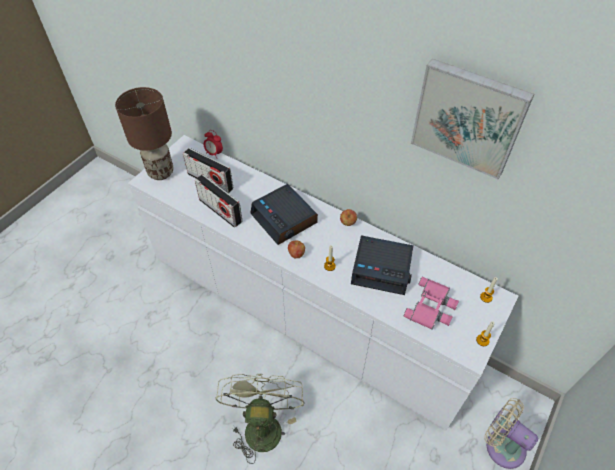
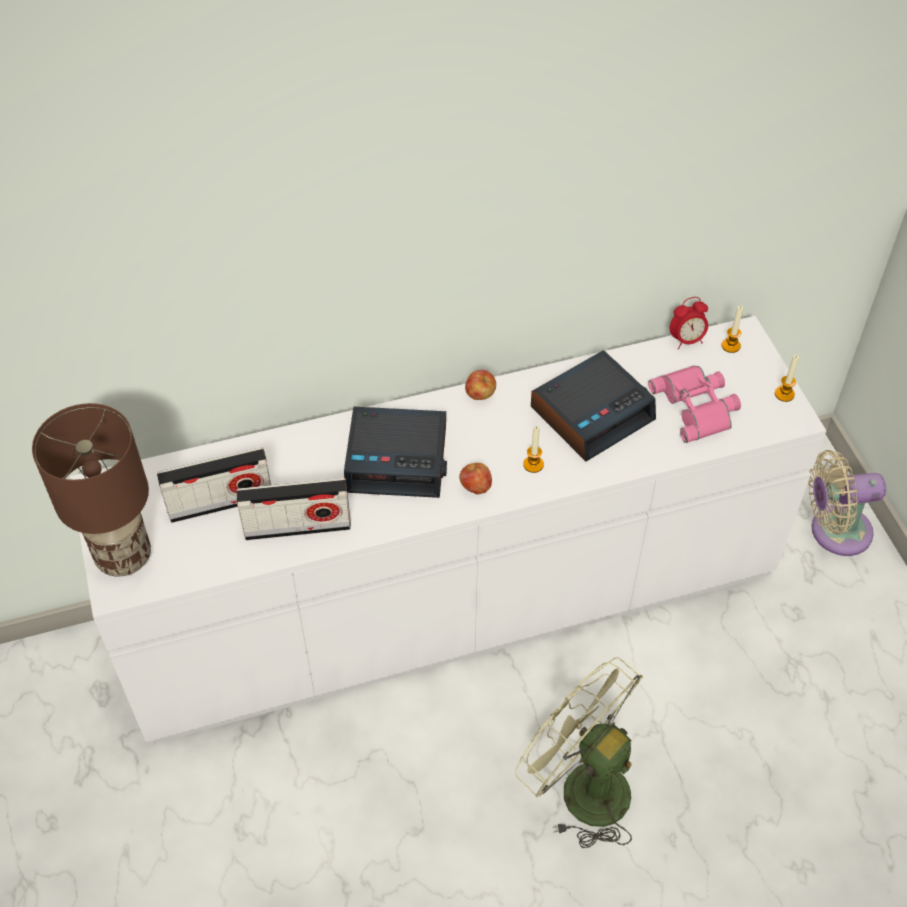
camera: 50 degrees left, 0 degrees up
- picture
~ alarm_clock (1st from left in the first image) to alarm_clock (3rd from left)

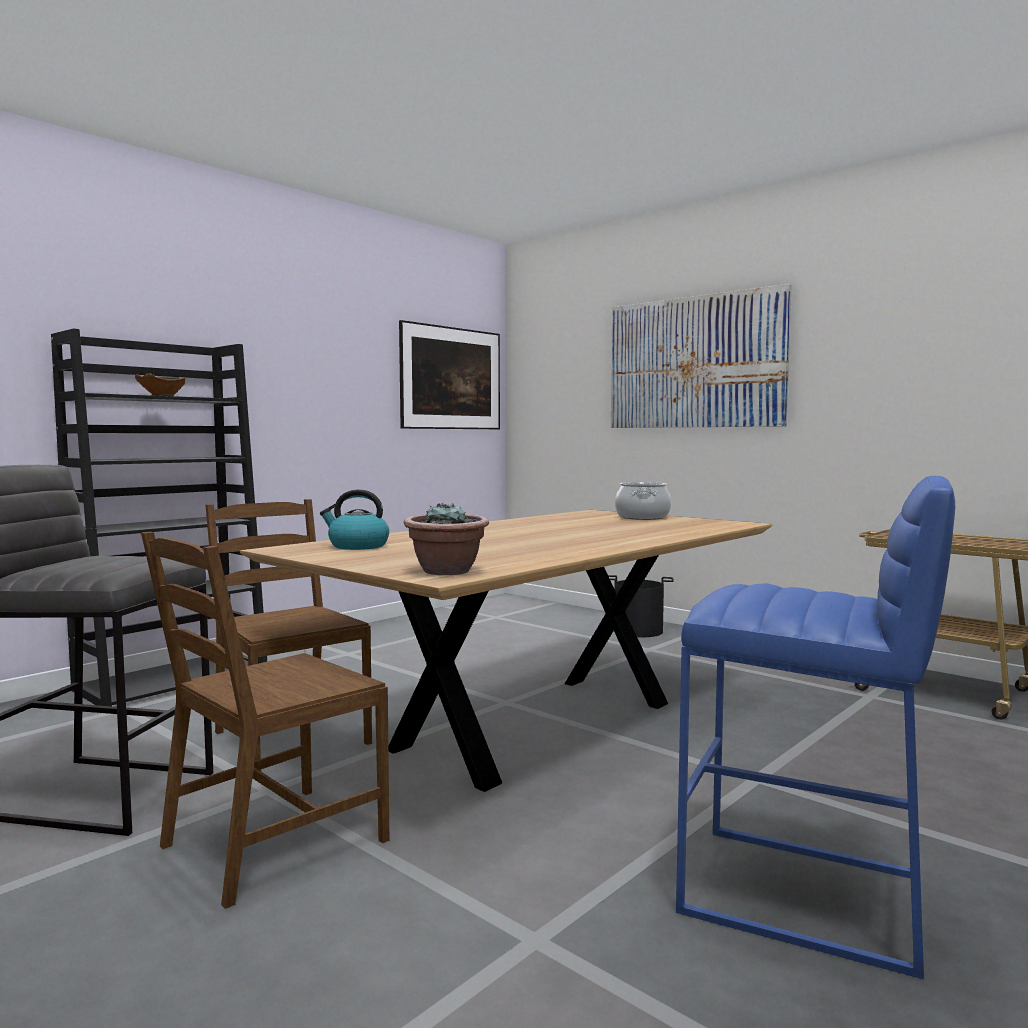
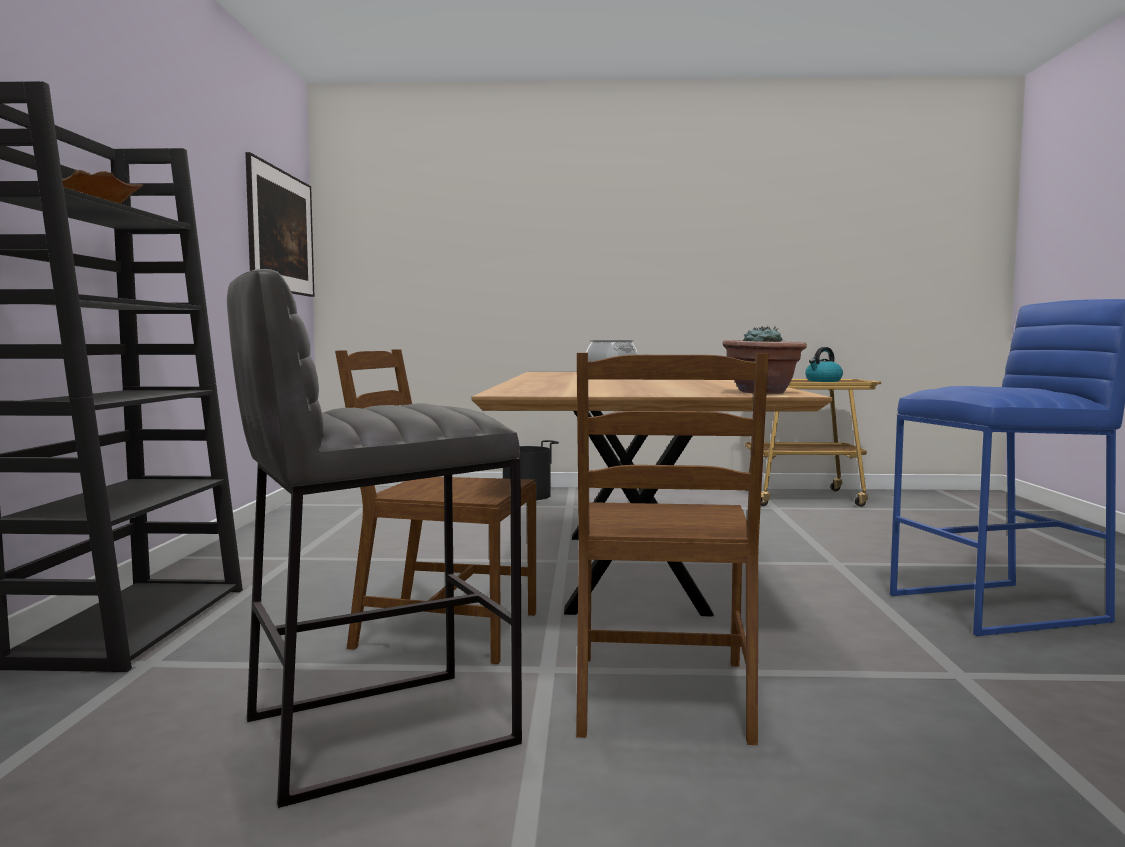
camera: 40 degrees left, 0 degrees up
- picture (2nd from left)
~ kettle

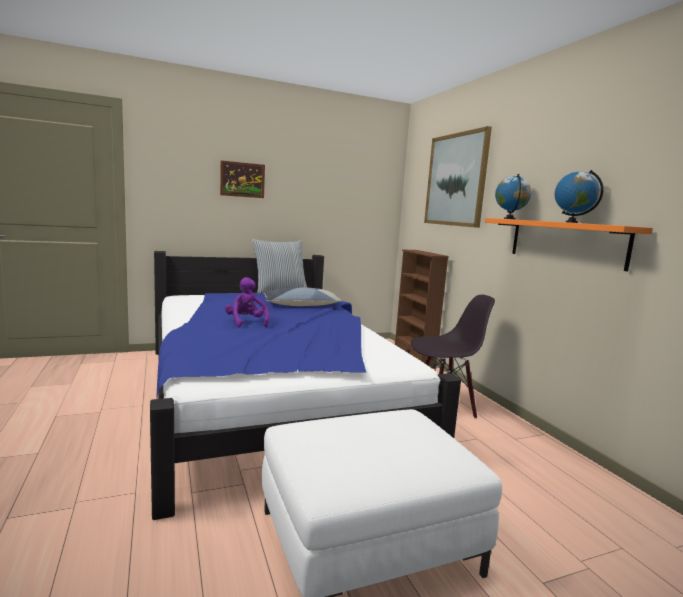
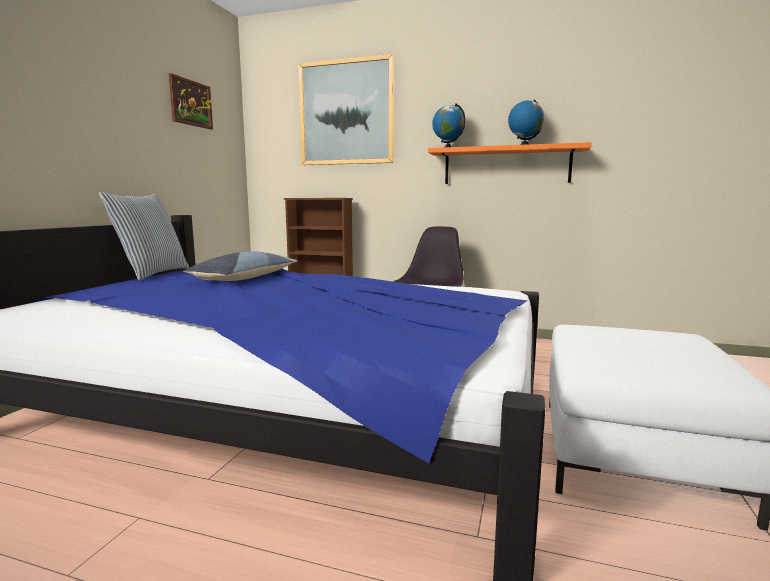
camera: 50 degrees left, 0 degrees up
~ picture (1st from left)
- purple_plush_toy

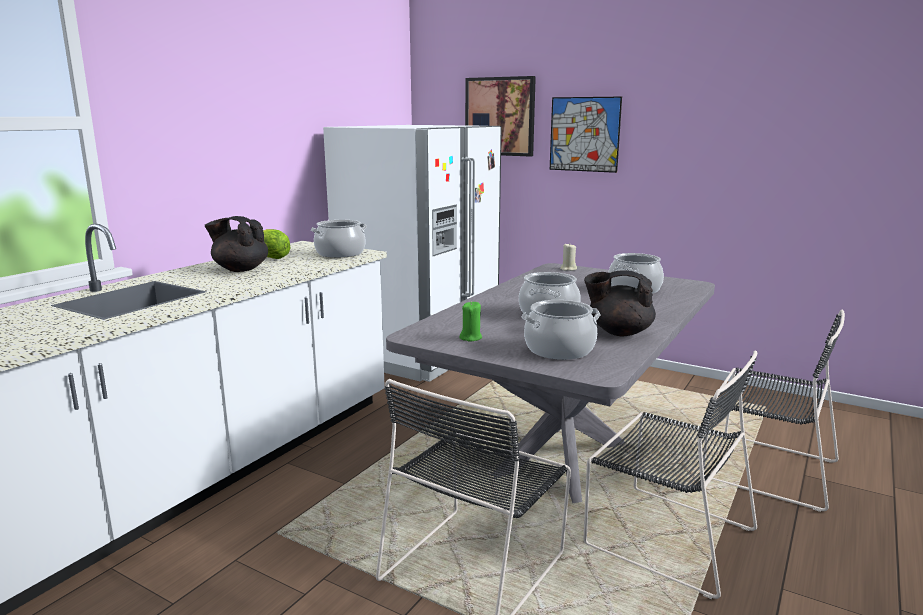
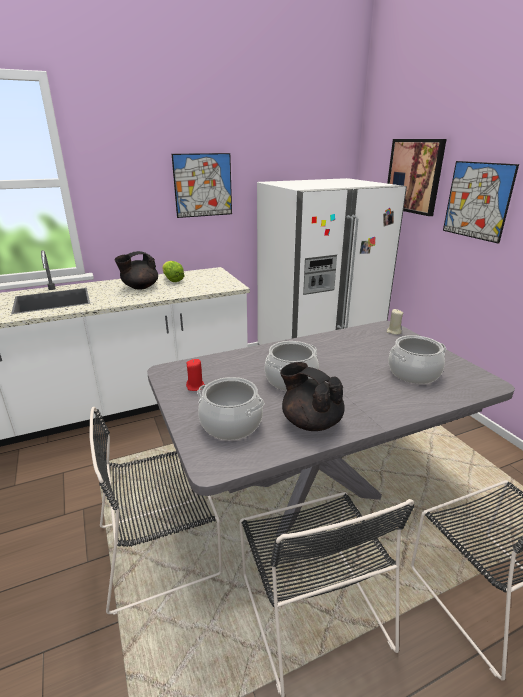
camera: 35 degrees right, 10 degrees up
~ black_teapot (1st from left) 90 degrees counterclockwise
- cooking_pot (1st from left)
~ green_candle to red_candle
+ picture (1st from left)

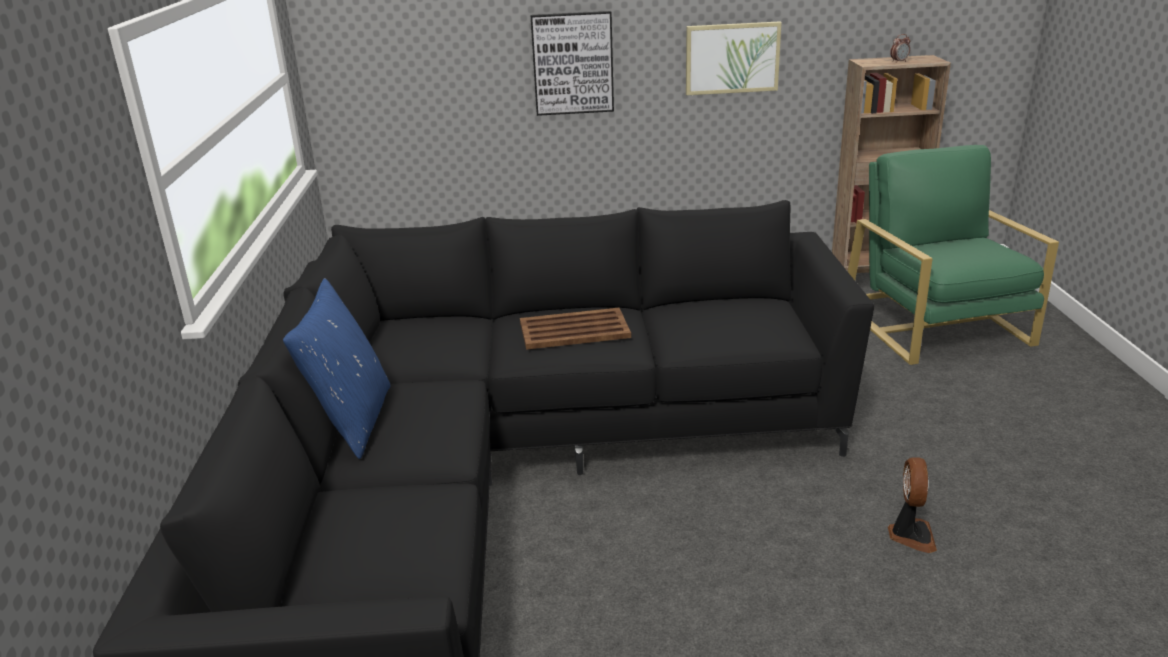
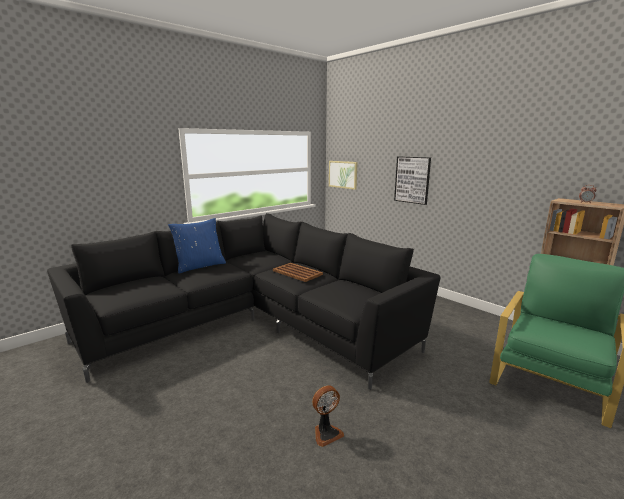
camera: 50 degrees right, 10 degrees down
~ picture (2nd from left in the first image) to picture (1st from left)

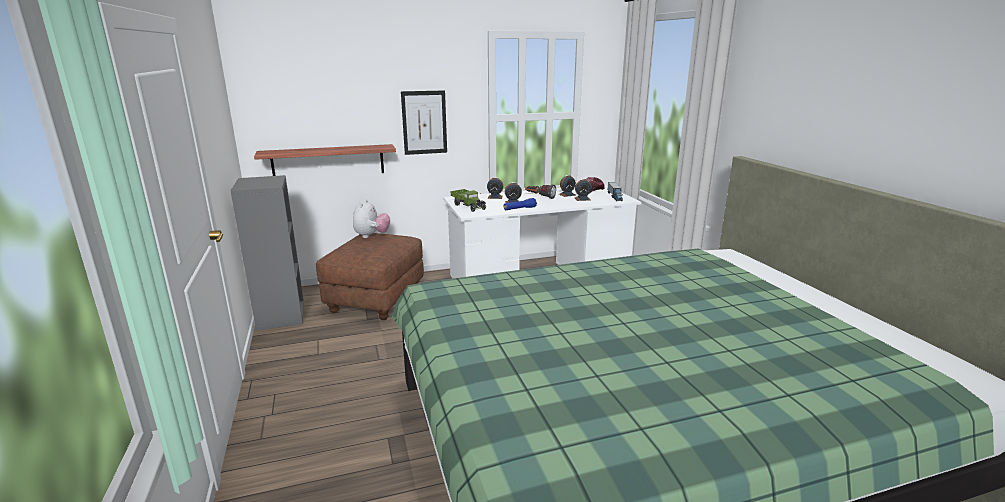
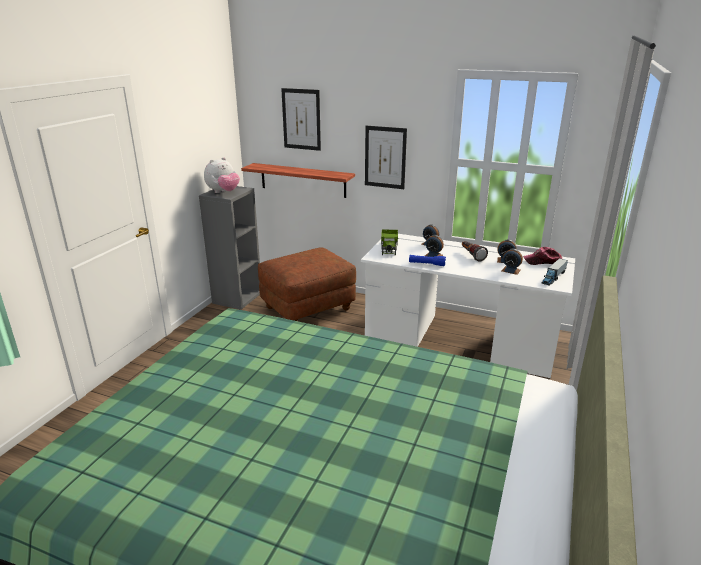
camera: 40 degrees right, 5 degrees up
~ plush_toy
+ picture (1st from left)

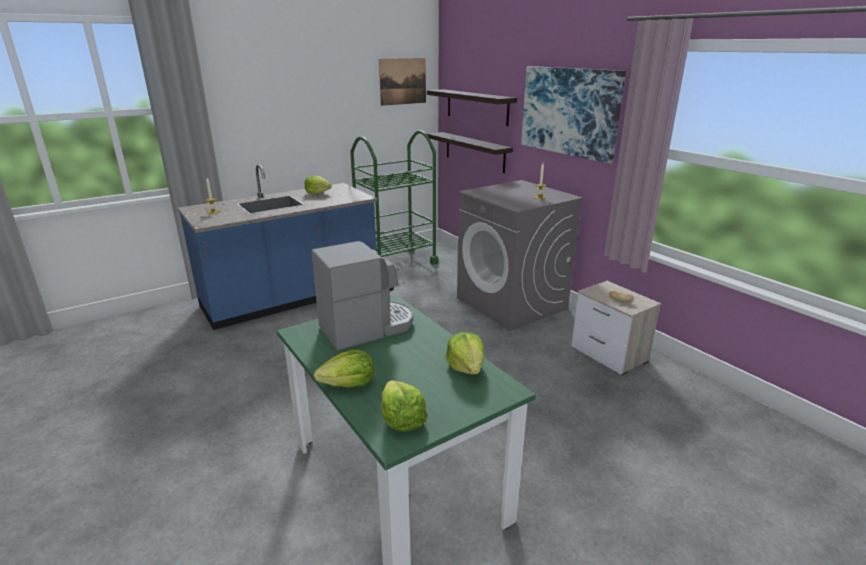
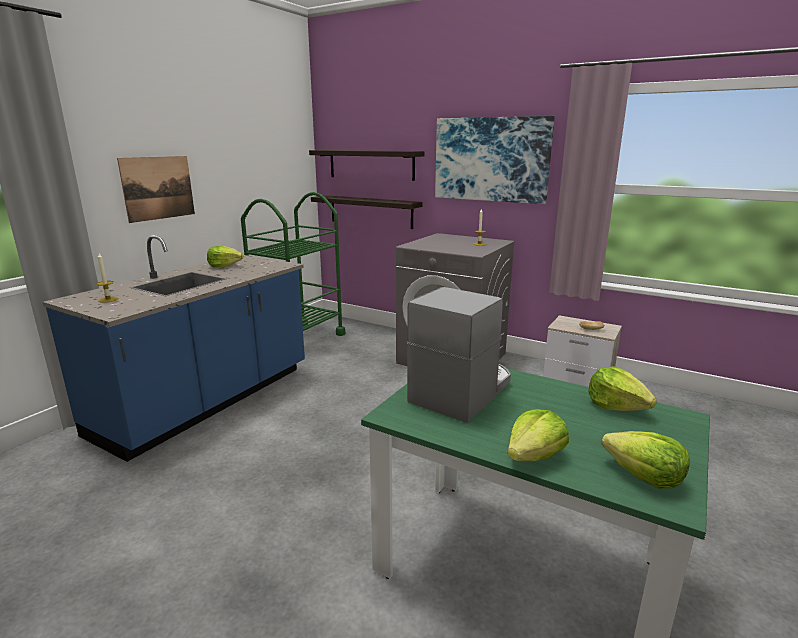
camera: 25 degrees left, 5 degrees down
~ picture (1st from left)

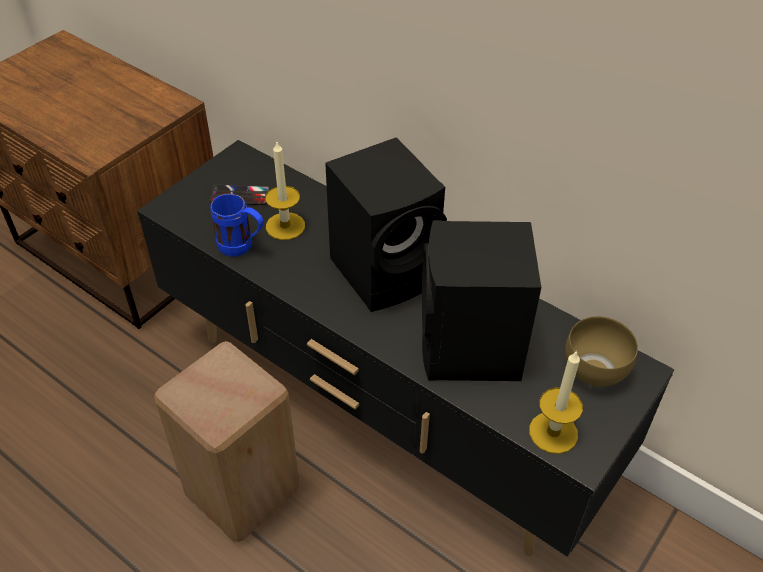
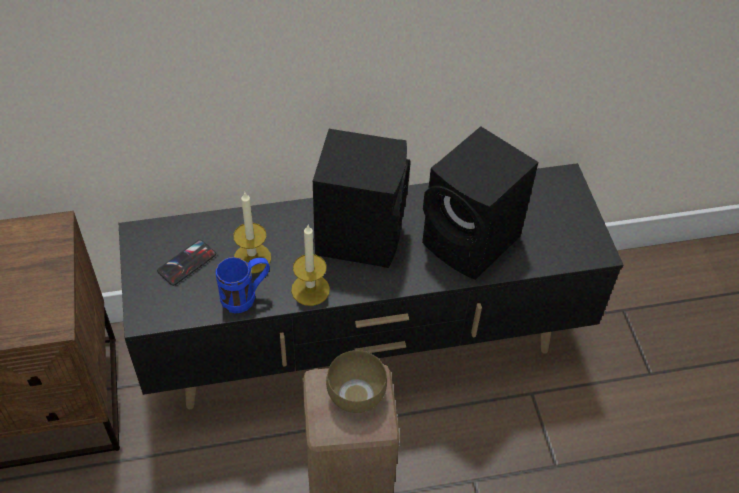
camera: 50 degrees left, 5 degrees up
~ brown_bowl
~ candle (2nd from left)

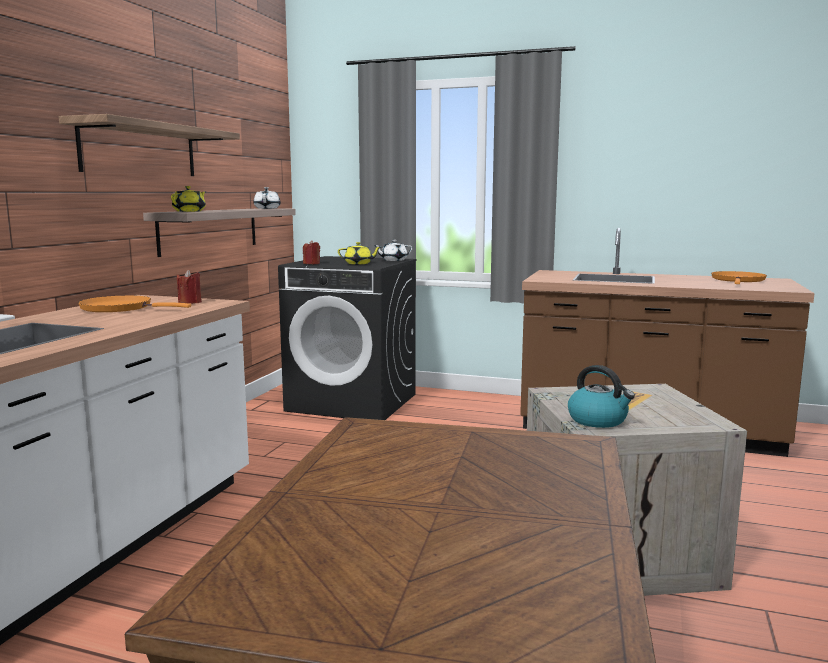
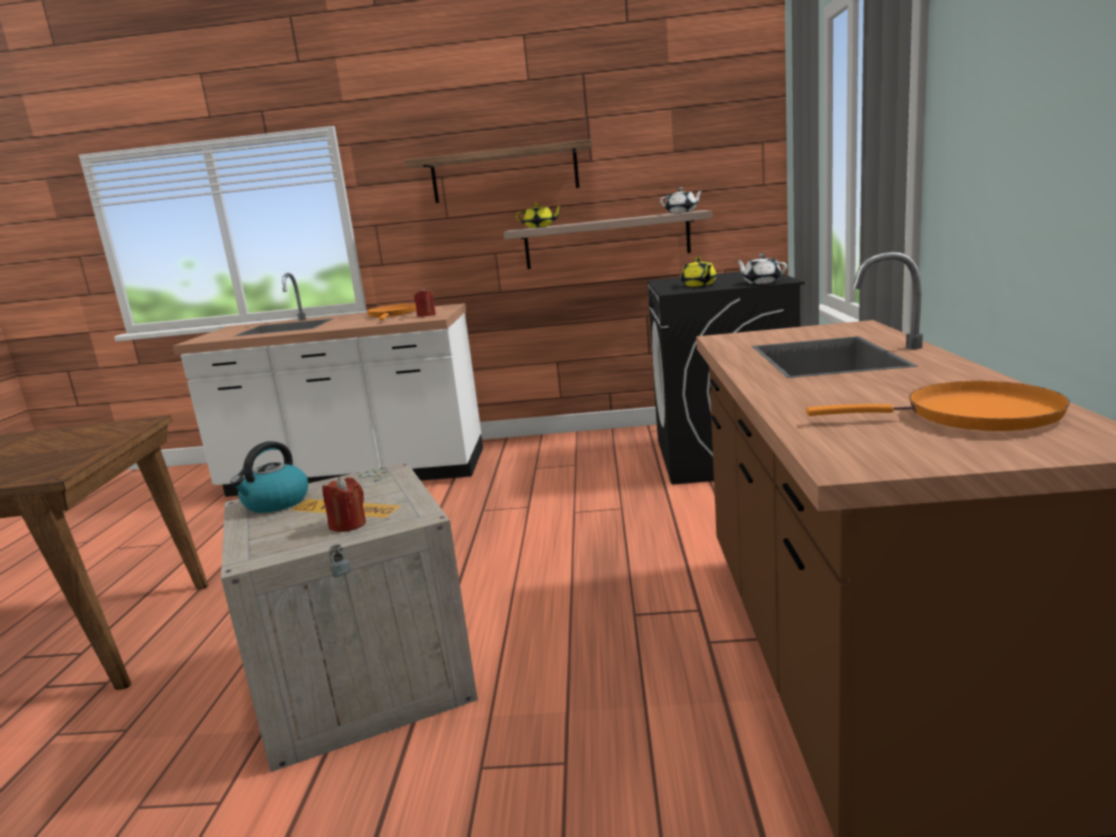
camera: 75 degrees right, 5 degrees up
~ red_candle (2nd from left in the first image) to red_candle (1st from left)

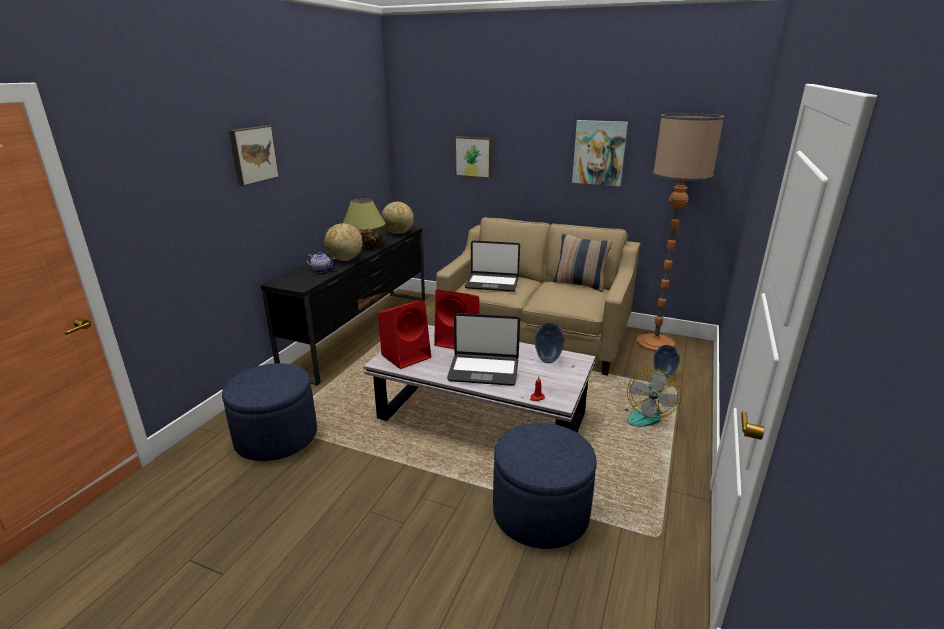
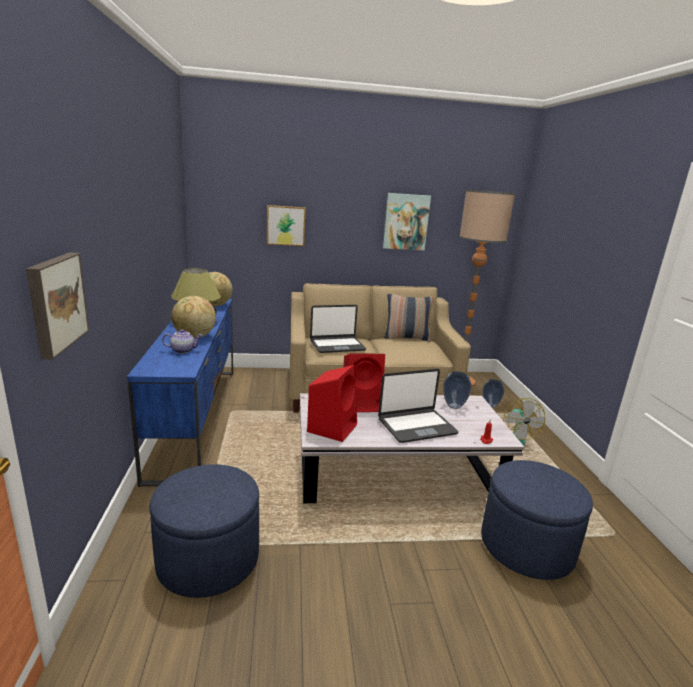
camera: 30 degrees left, 5 degrees down
~ picture (1st from left)
~ black_tv_stand to blue_tv_stand

